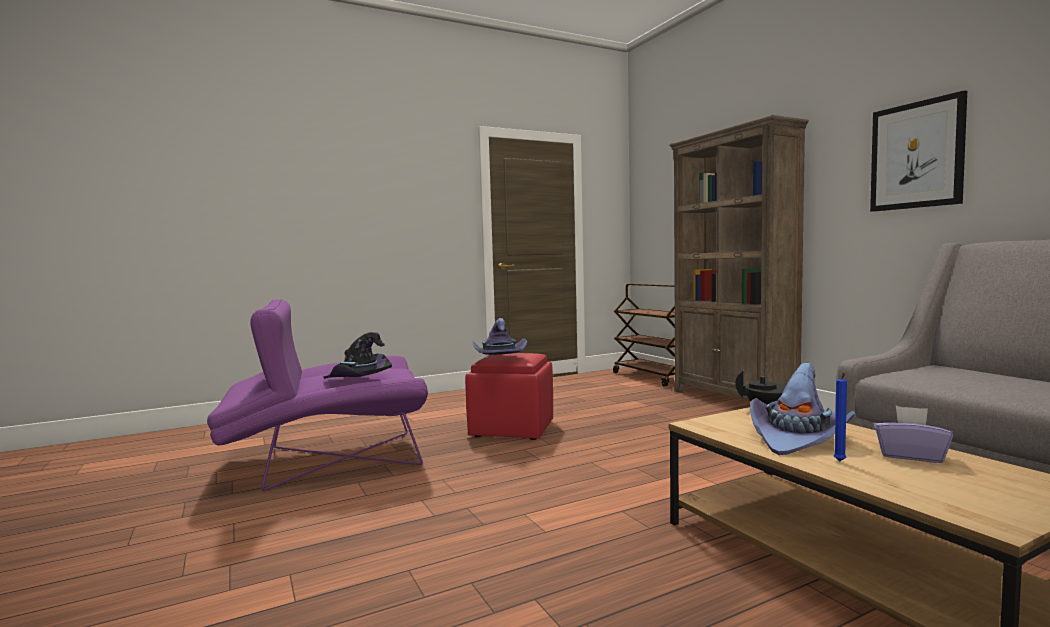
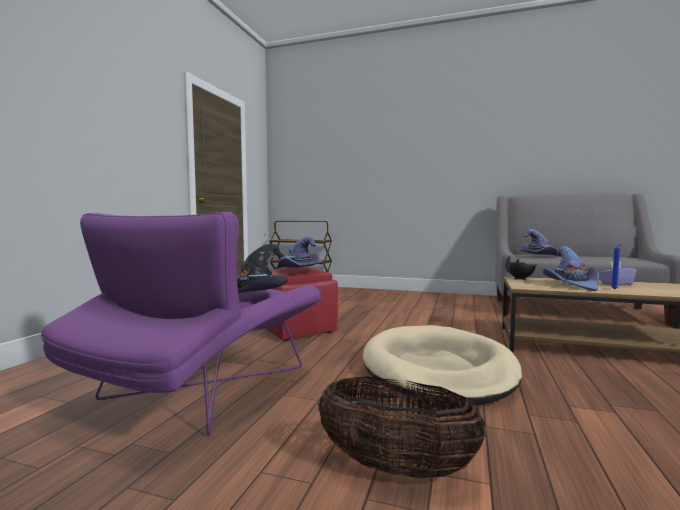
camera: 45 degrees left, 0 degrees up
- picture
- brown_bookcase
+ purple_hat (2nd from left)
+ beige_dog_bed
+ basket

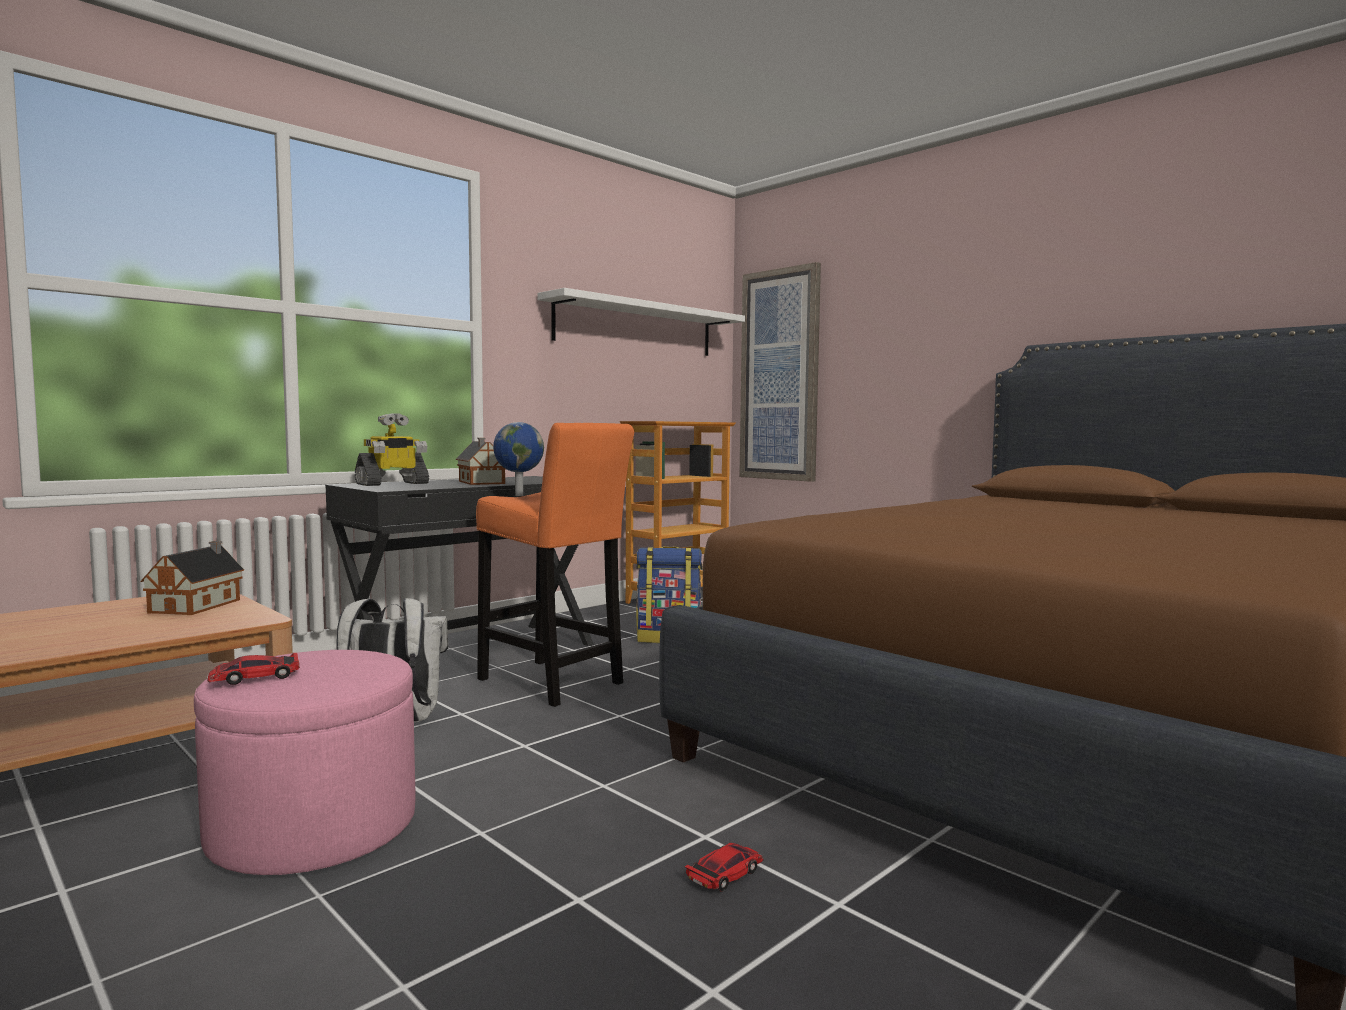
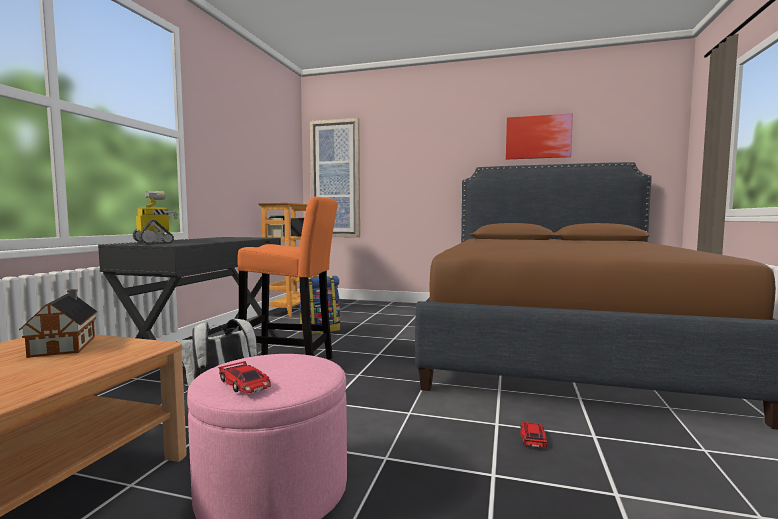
camera: 30 degrees left, 0 degrees up
- white_shelf
~ toy_robot 60 degrees counterclockwise
- globe
- toy_house (2nd from left)
~ toy_car (1st from left) 75 degrees counterclockwise
+ picture (2nd from left)

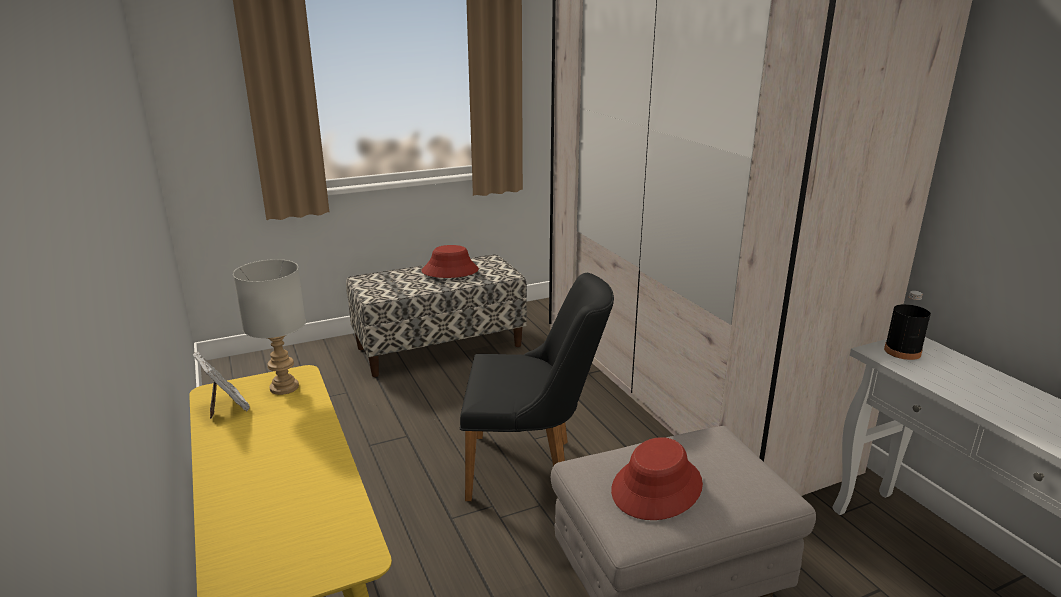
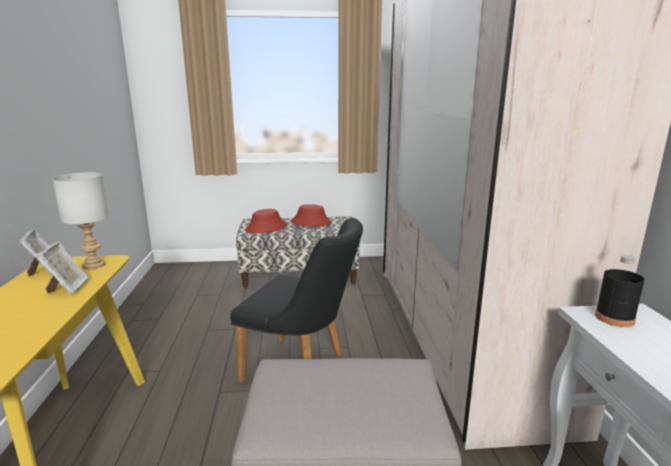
camera: 20 degrees right, 5 degrees down
~ red_hat (2nd from left in the first image) to red_hat (1st from left)
+ picture_frame (2nd from left)

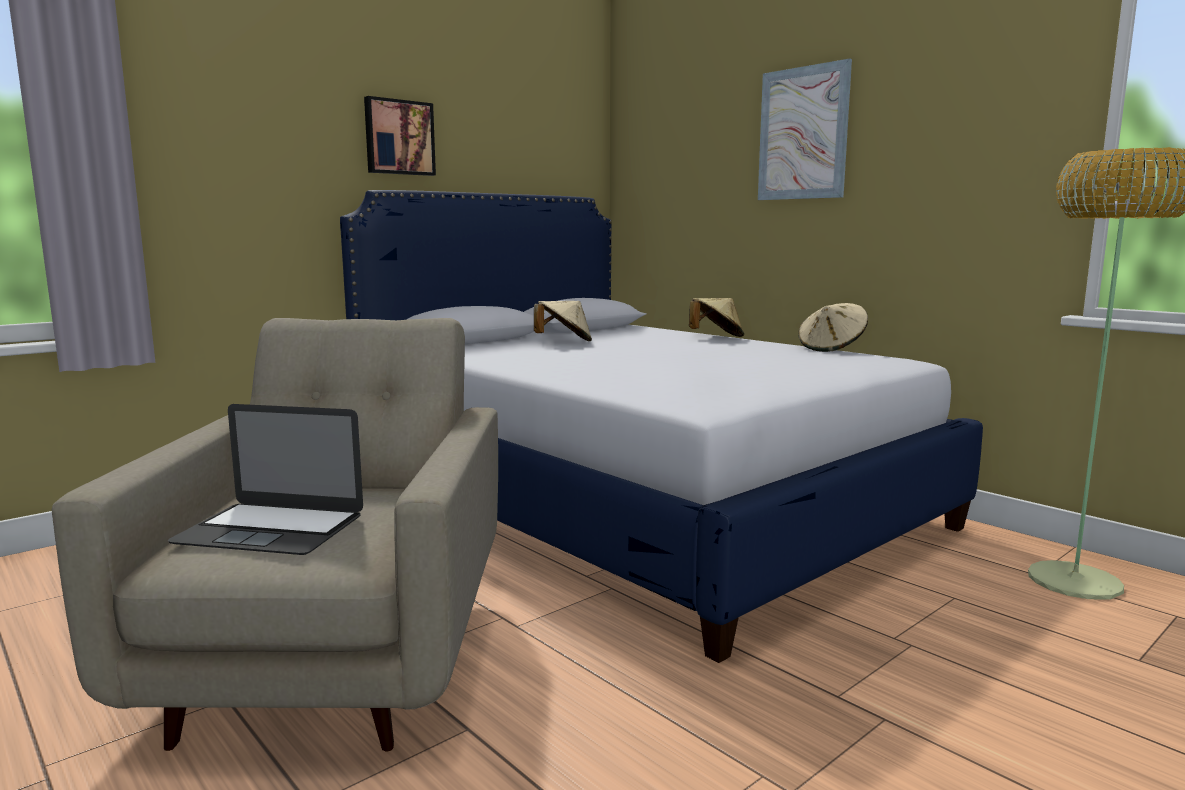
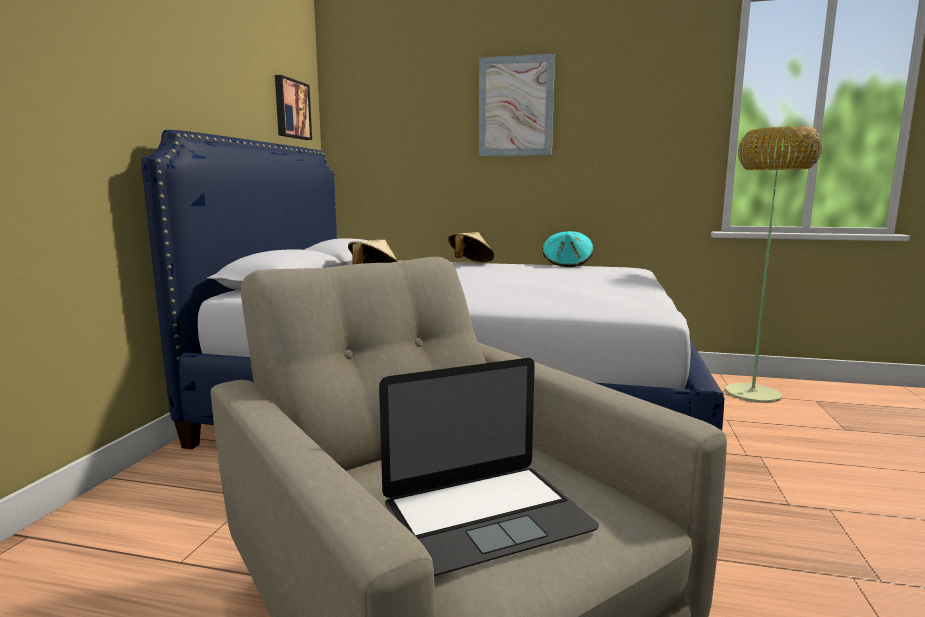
camera: 35 degrees left, 0 degrees up
~ picture (1st from left)
~ beige_hat (3rd from left) to turquoise_hat

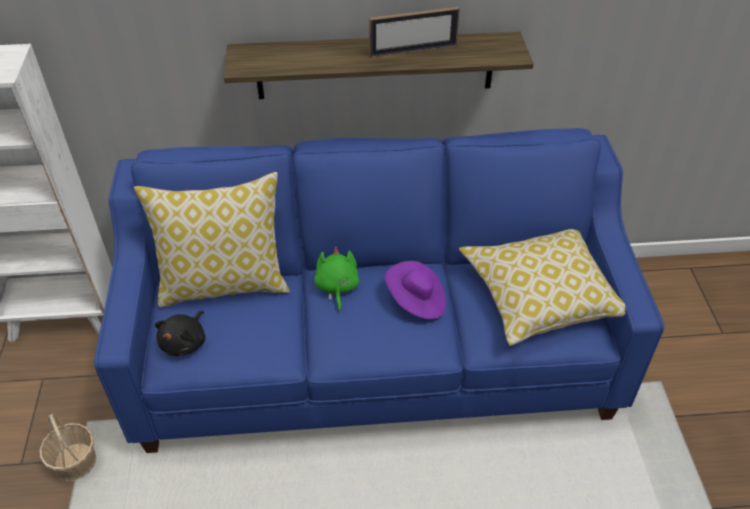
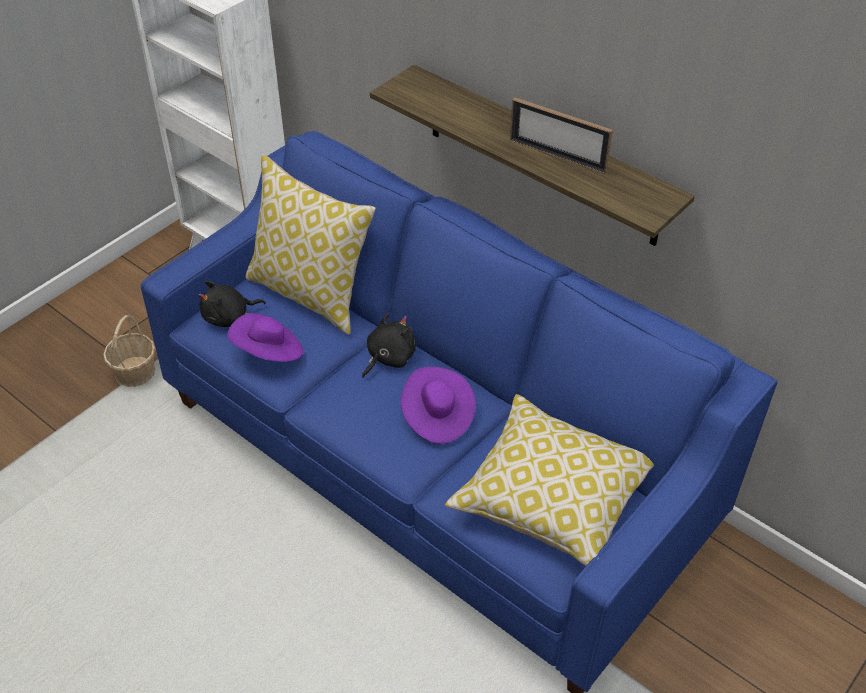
camera: 45 degrees right, 0 degrees up
~ green_plush_toy to black_plush_toy (2nd from left)
+ purple_hat (1st from left)

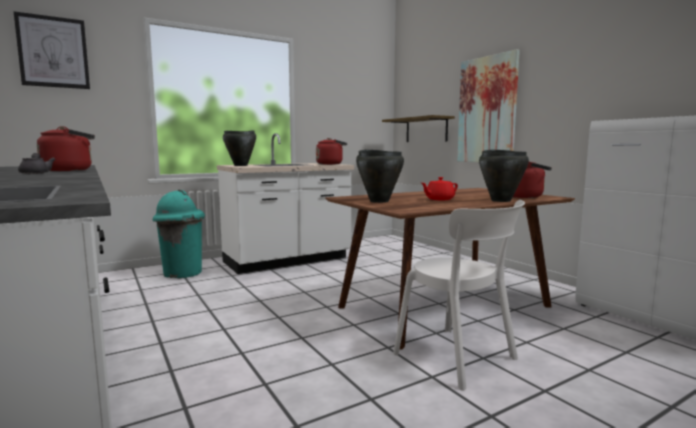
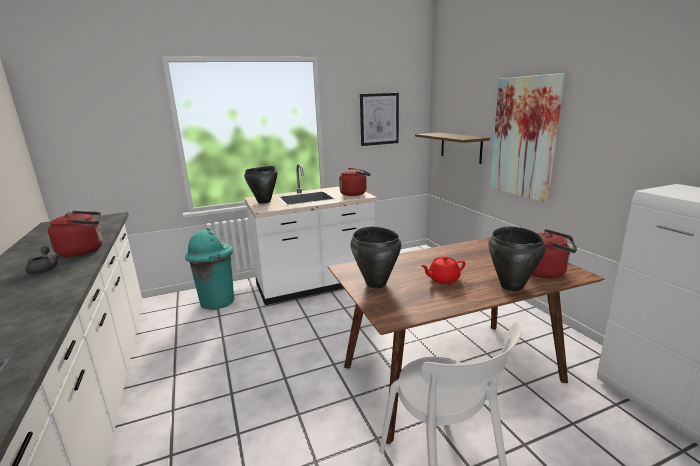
camera: 10 degrees right, 10 degrees up
~ picture (1st from left)

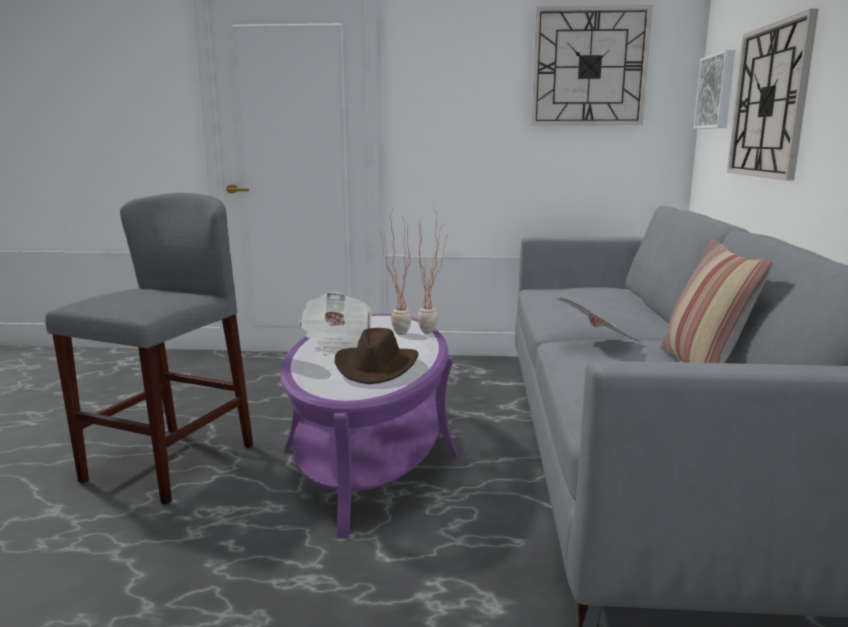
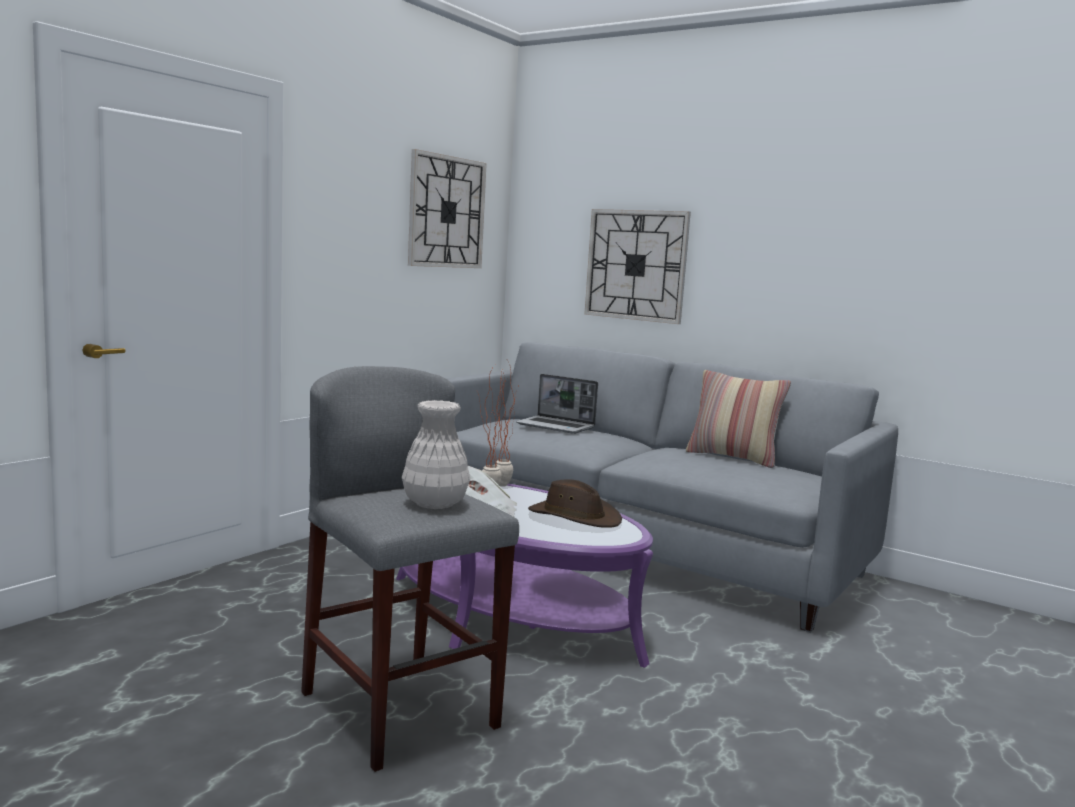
camera: 60 degrees left, 5 degrees down
- picture
- newspaper (2nd from left)
+ laptop
+ white_vase

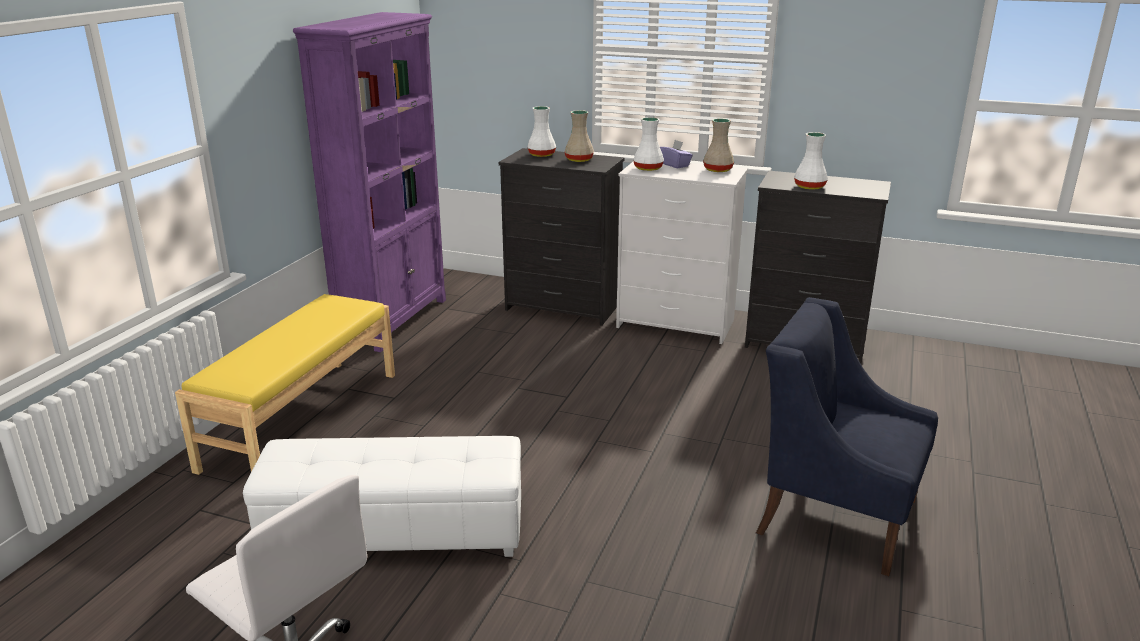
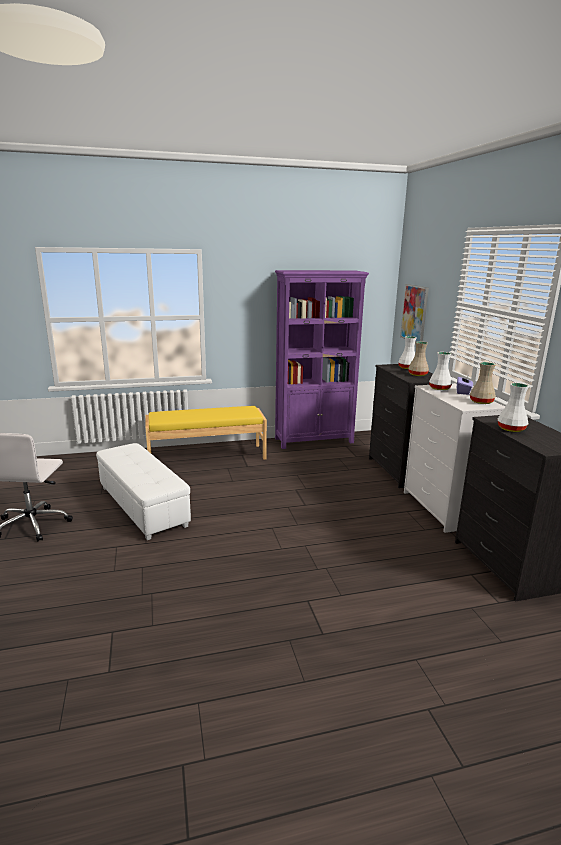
camera: 55 degrees right, 5 degrees down
- blue_armchair
+ picture

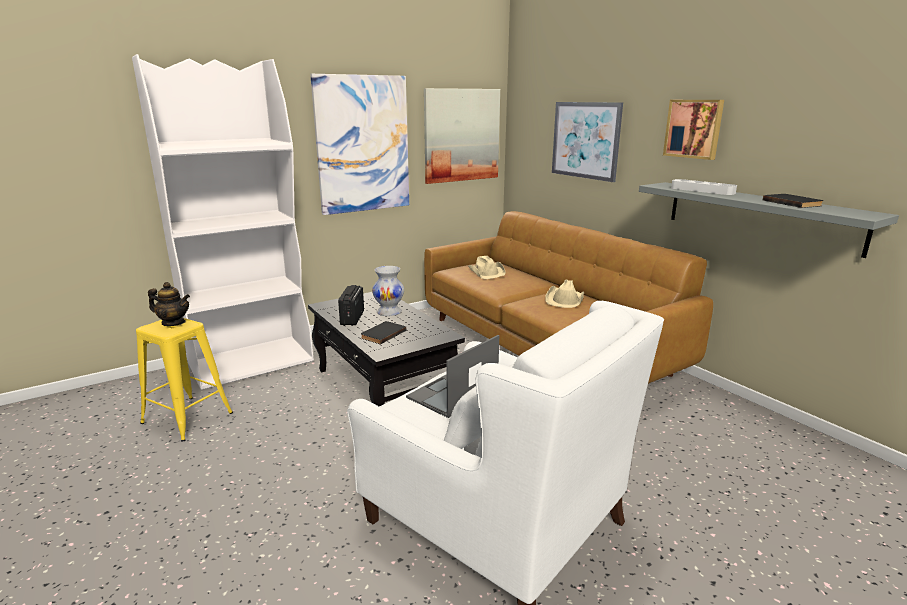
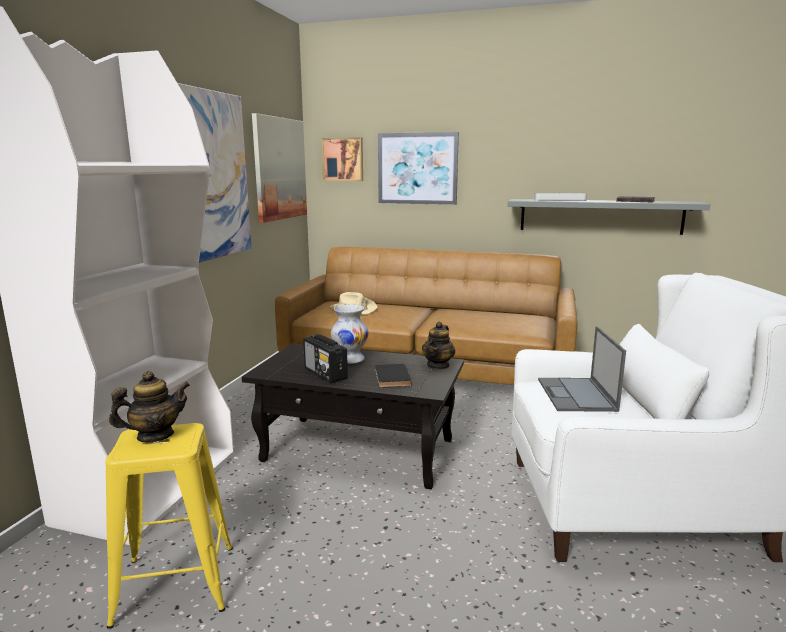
camera: 40 degrees left, 5 degrees down
~ picture (4th from left in the first image) to picture (3rd from left)
- beige_hat (2nd from left)
+ teapot (2nd from left)

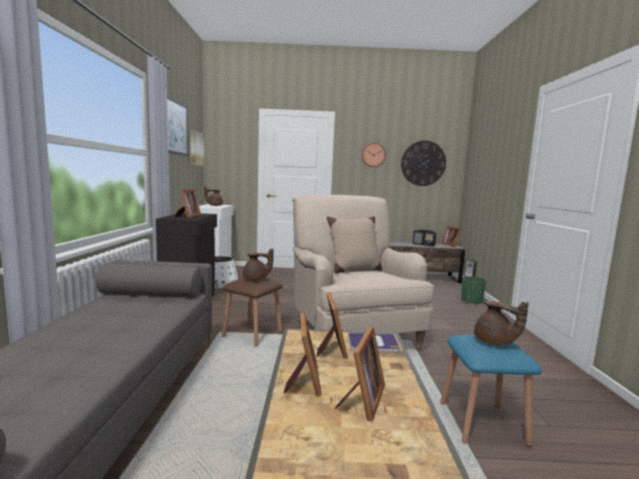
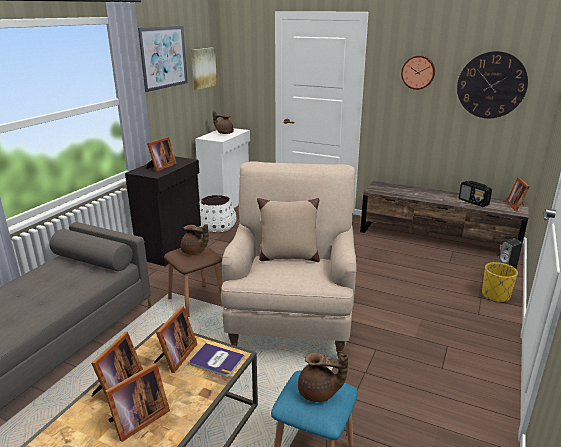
camera: 25 degrees right, 15 degrees up
~ green_planter to yellow_planter
~ brown_teapot (3rd from left) 60 degrees counterclockwise

